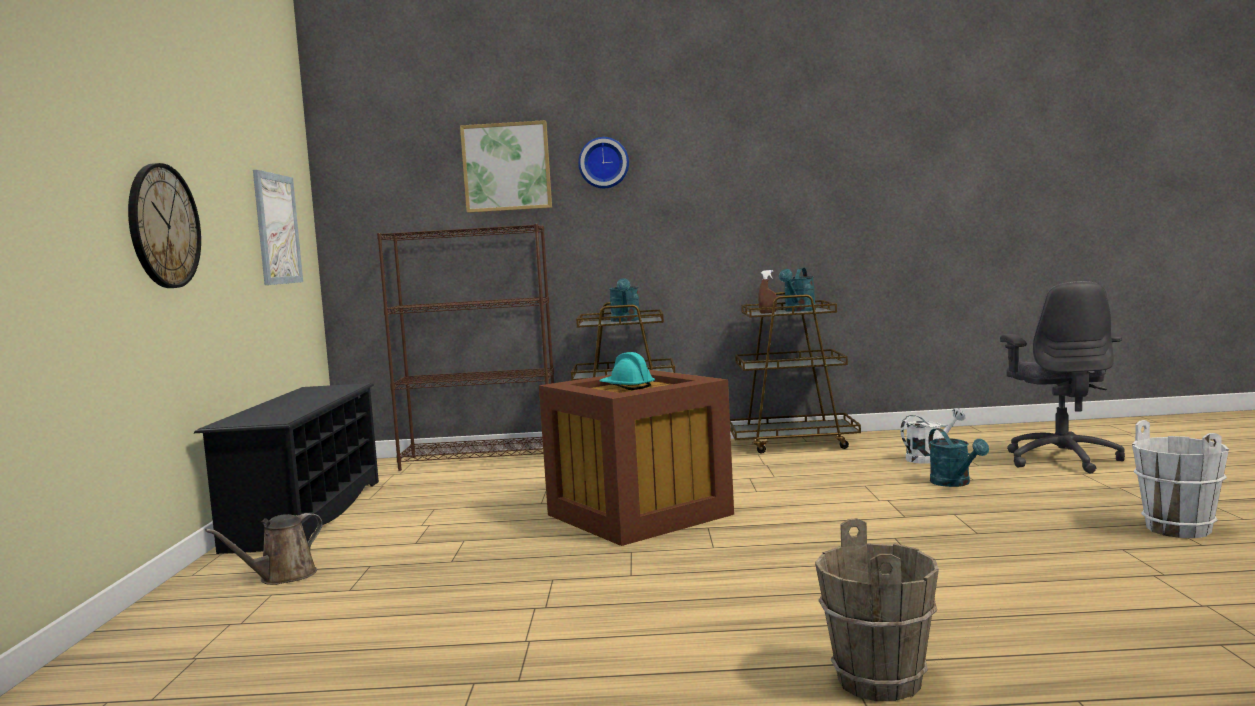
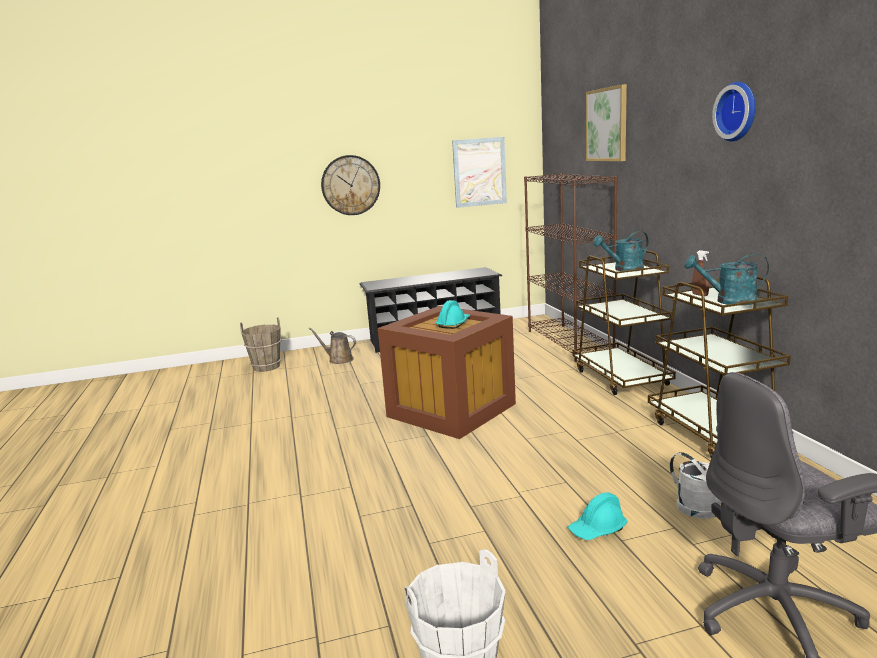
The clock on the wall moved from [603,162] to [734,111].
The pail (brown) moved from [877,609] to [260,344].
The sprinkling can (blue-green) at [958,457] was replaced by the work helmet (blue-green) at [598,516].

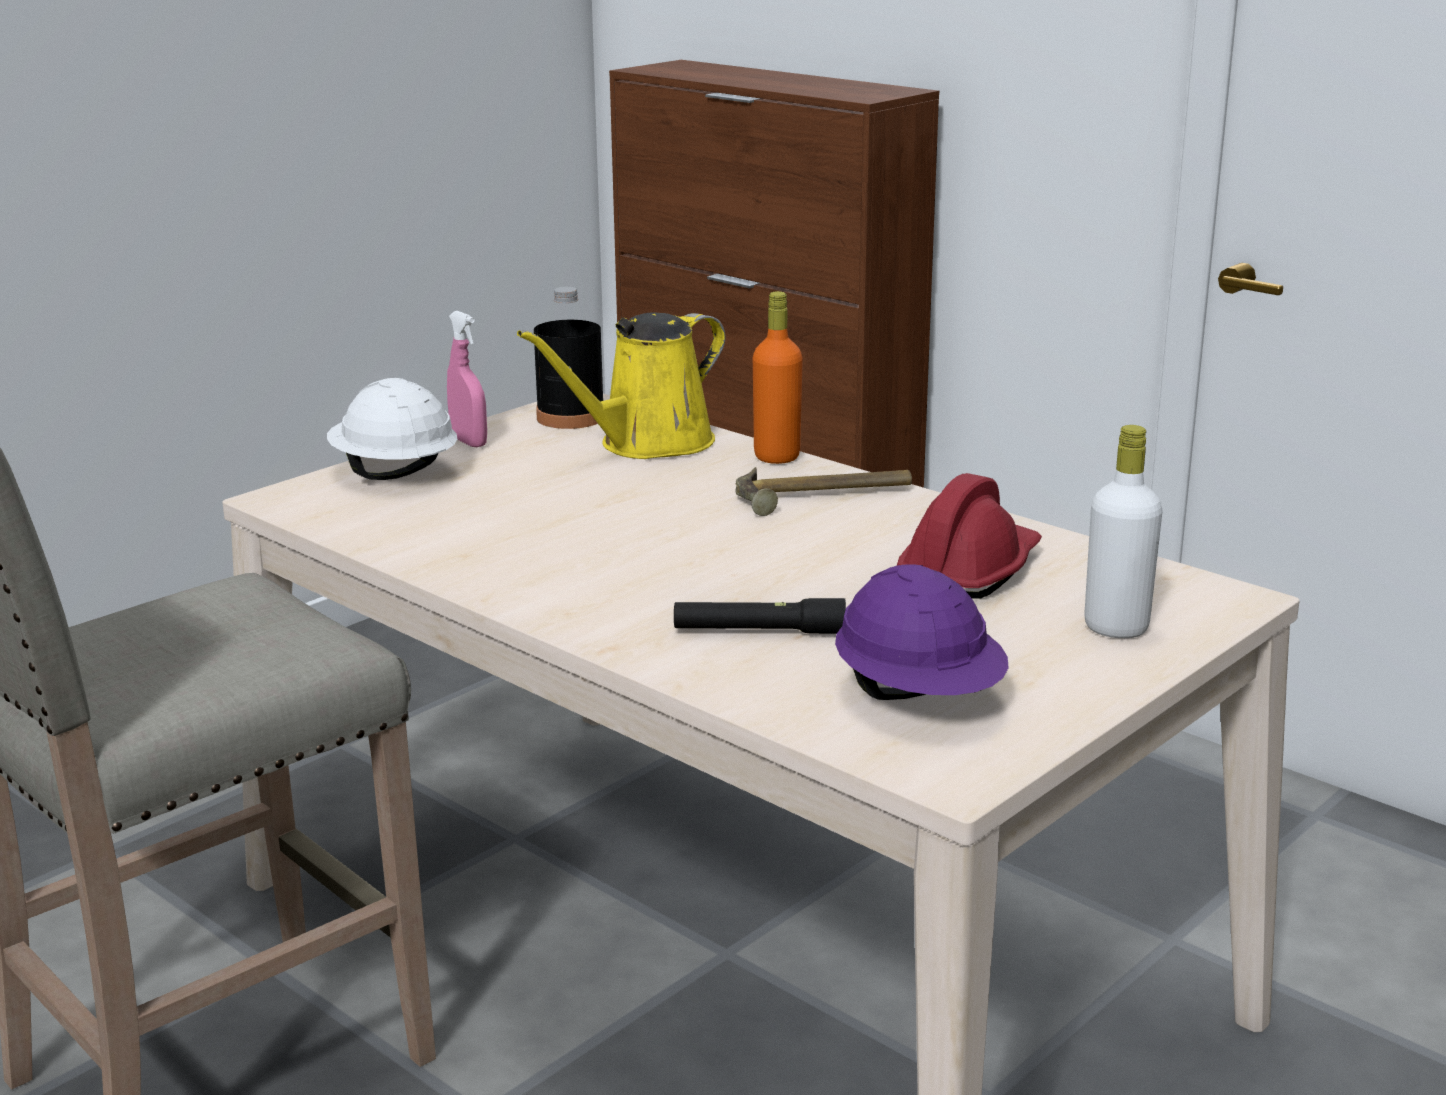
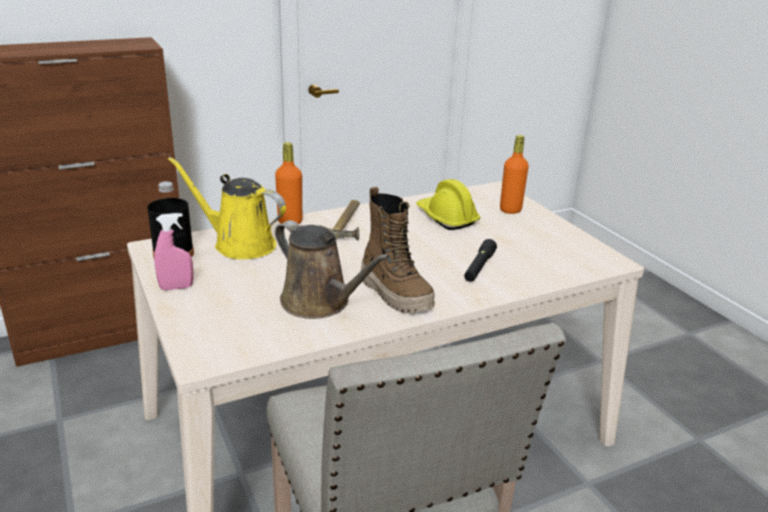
The work helmet (white) at [392,429] disappeared.
The sprinkling can (yellow-coloured) at [621,385] turned 135 degrees clockwise.
The work helmet (purplish) at [922,632] disappeared.
The work helmet (reddish) at [969,536] became the work helmet (yellow-coloured) at [448,204].
The drink bottle (white) at [1123,531] became the drink bottle (orange-coloured) at [514,174].
The sprinkling can (brown) at [332,269] appeared.
The tall boot at [398,250] appeared.

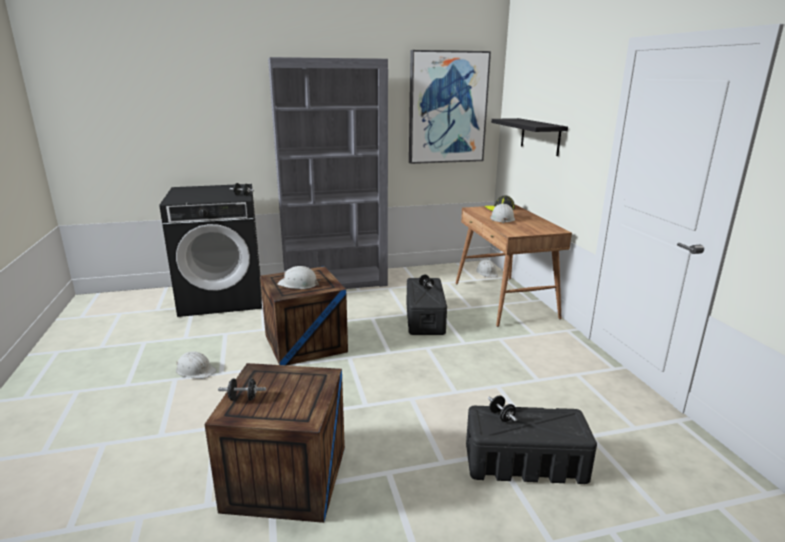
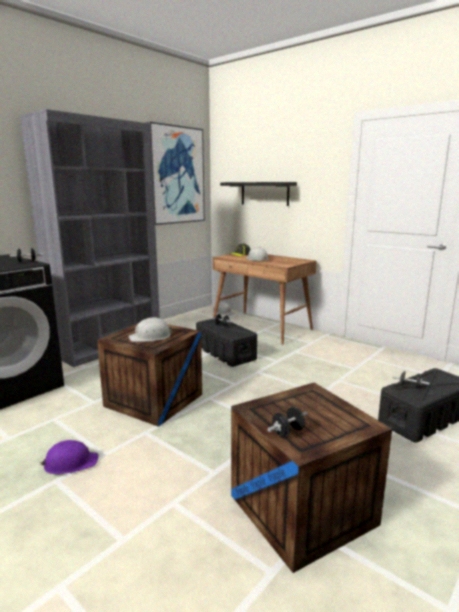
The work helmet (white) at [196,365] became the work helmet (purplish) at [69,457].

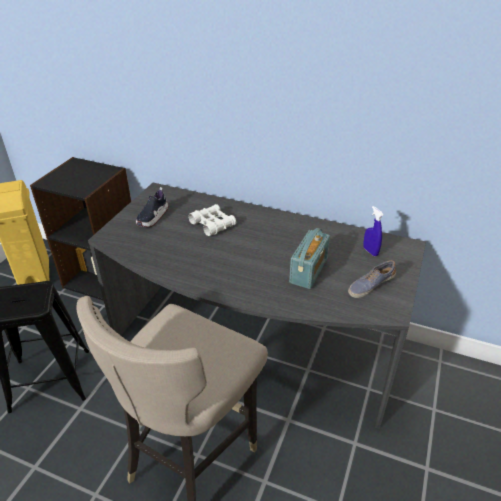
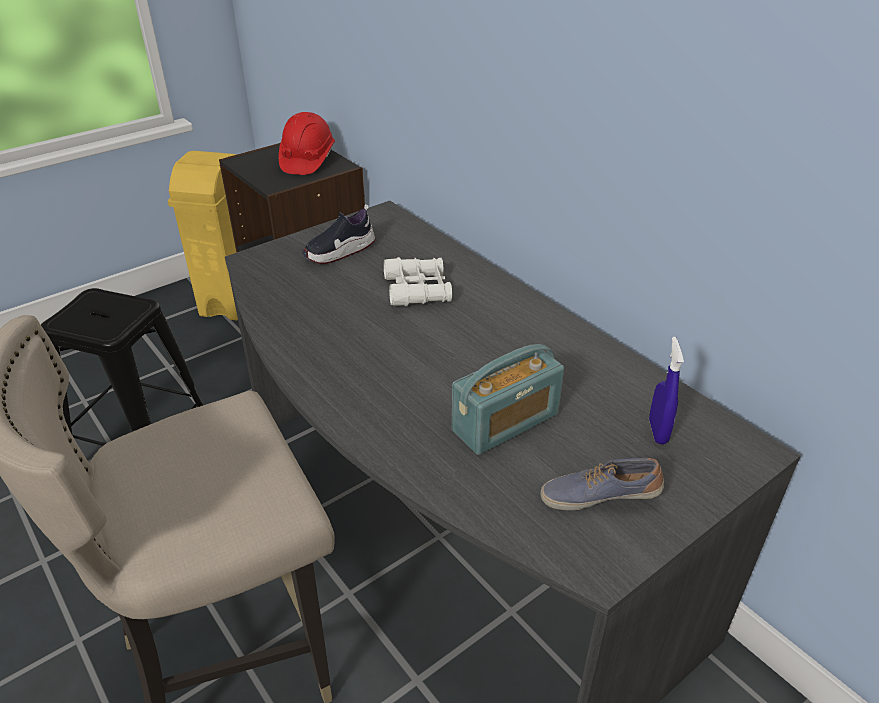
The work helmet (reddish) at [307,143] appeared.

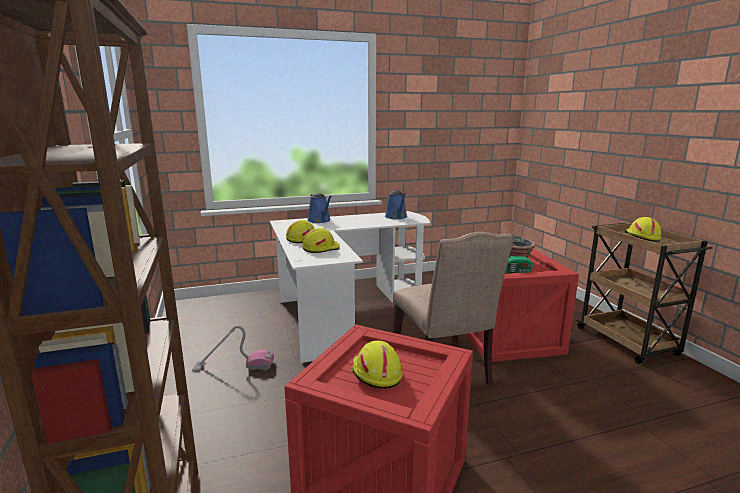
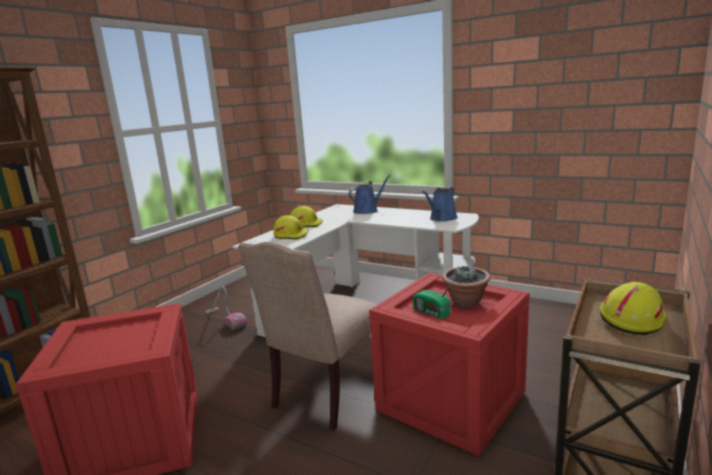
The sprinkling can (bluish) at [319,208] turned 150 degrees counterclockwise.
The work helmet (yellow-coloured) at [376,365] disappeared.

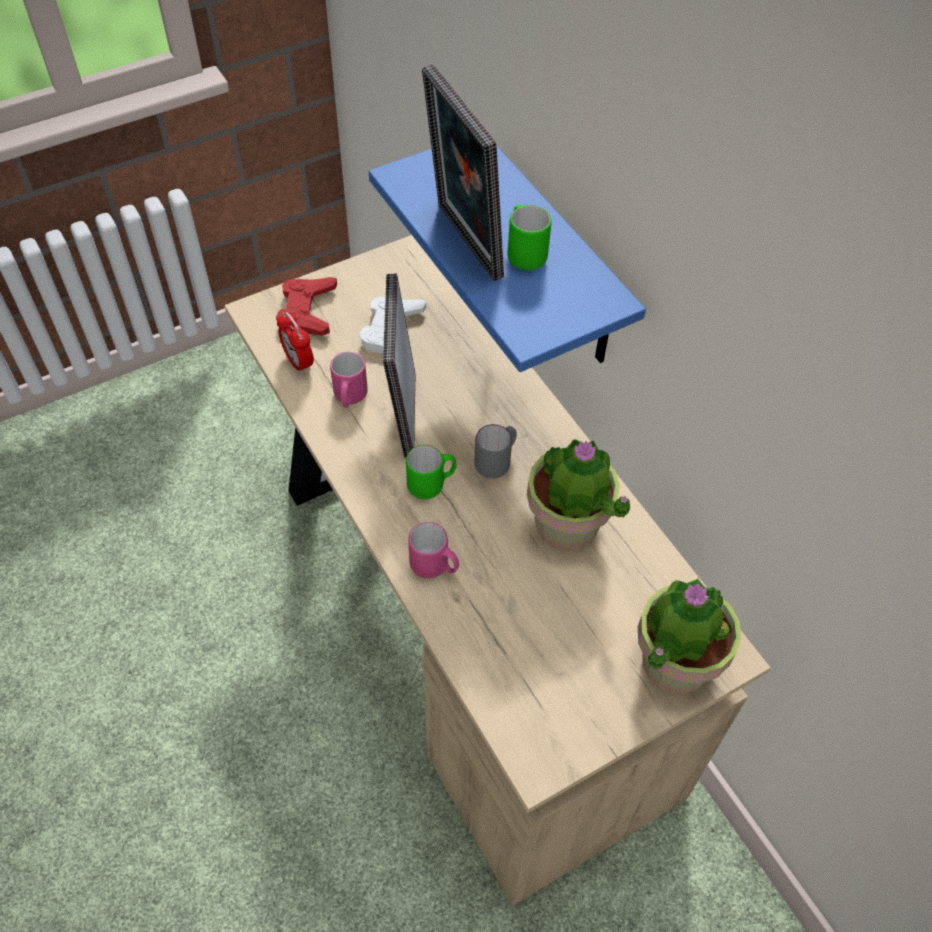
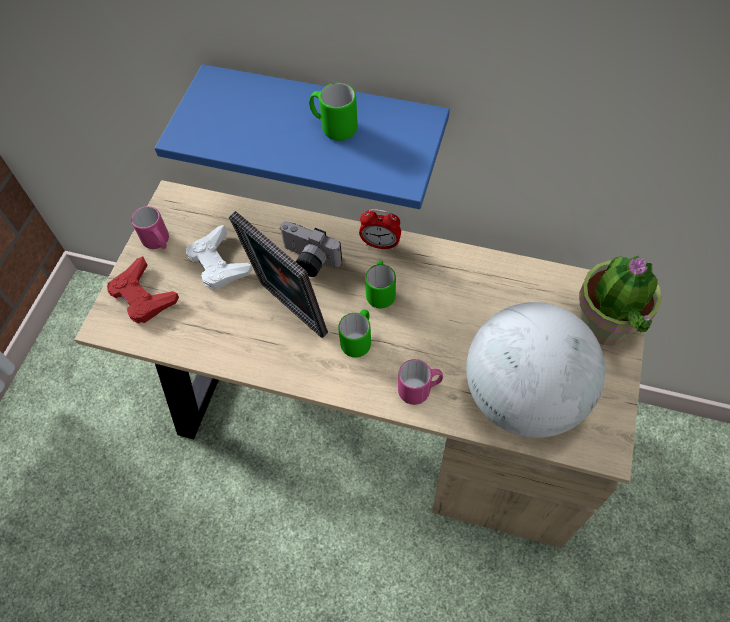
The table clock moved from [295,343] to [380,229].
The mug (pink) moved from [349,380] to [150,227].
The standing frame at [463,172] disappeared.
The mug (gray) at [495,451] became the mug (green) at [380,284].
The plant in a pot at [579,495] disappeared.
The photo camera at [310,249] appeared.
The world globe at [535,370] appeared.

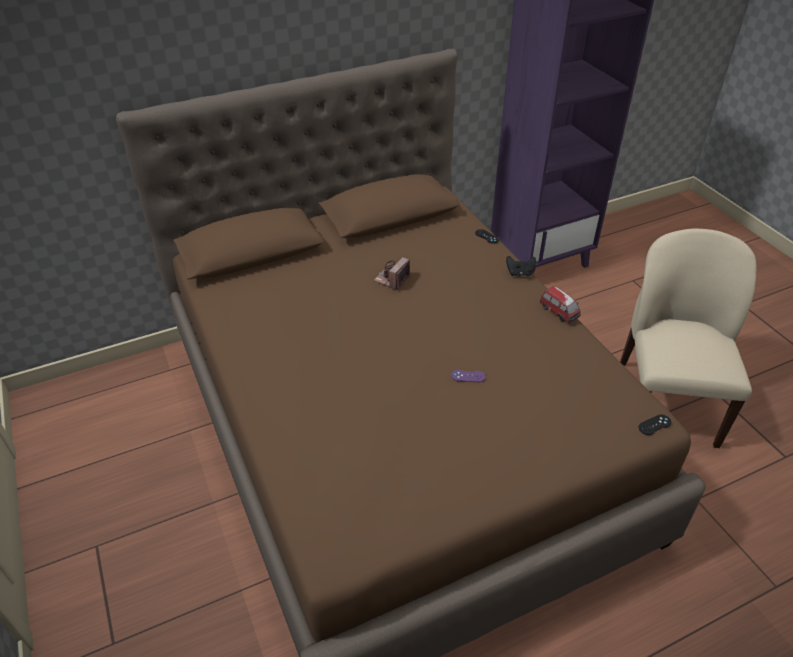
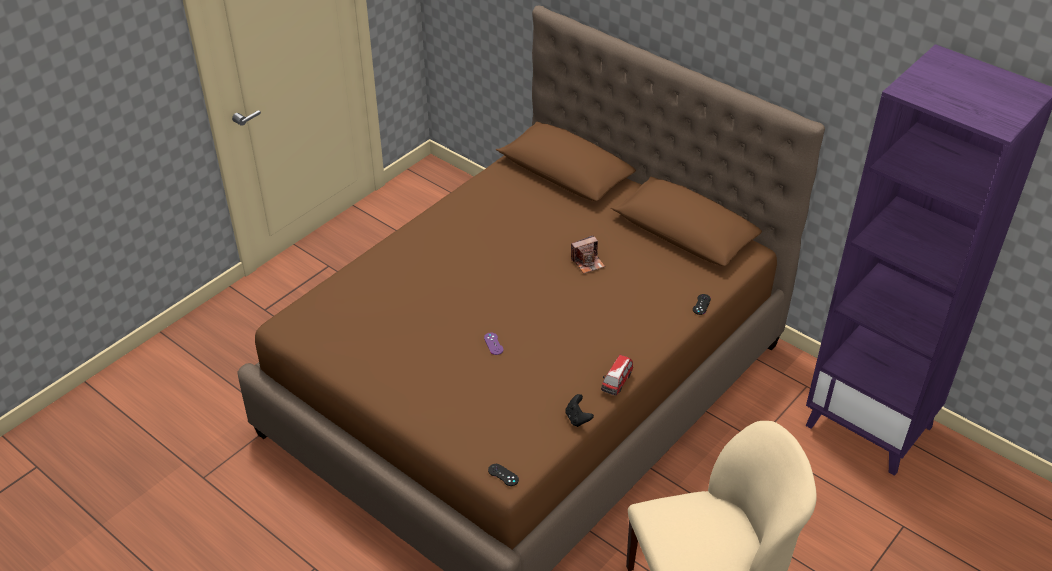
The photo camera at [392,273] turned 150 degrees clockwise.
The game controller (blackish) moved from [521,266] to [579,410].

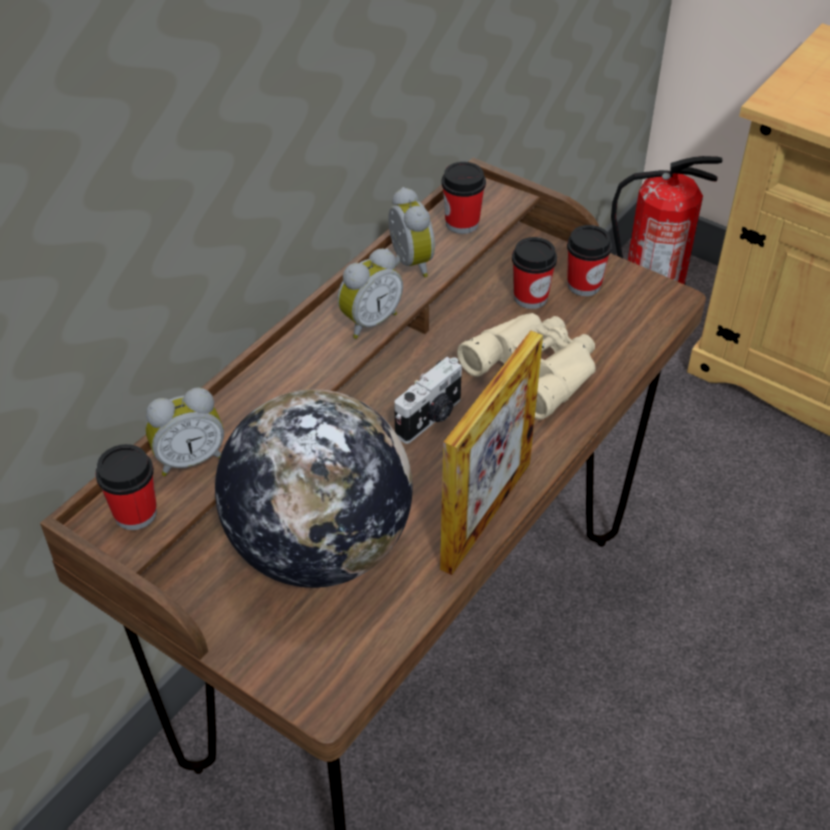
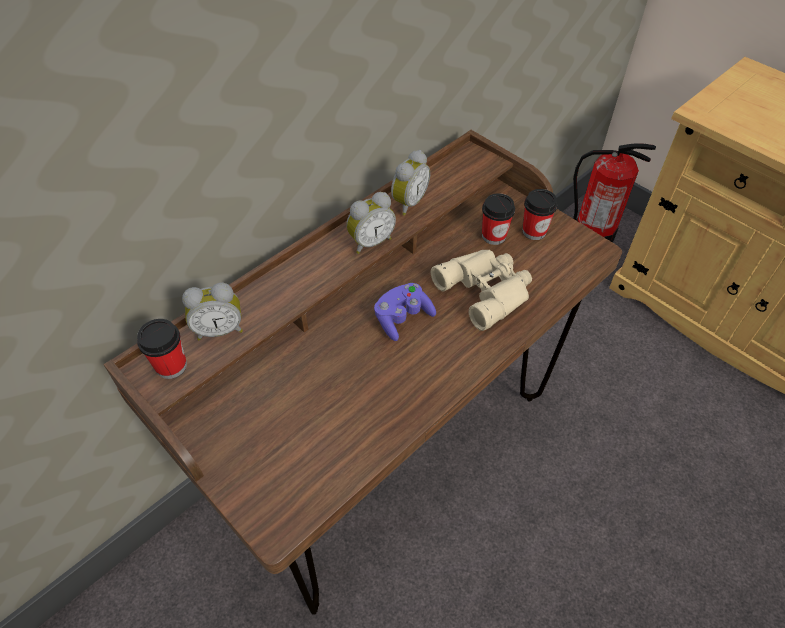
The world globe at [313,488] disappeared.
The table clock at [411,232] turned 45 degrees clockwise.
The photo camera at [428,400] was replaced by the game controller (purplish) at [405,312].
The standing frame at [491,453] disappeared.
The drinking cup at [463,198] disappeared.

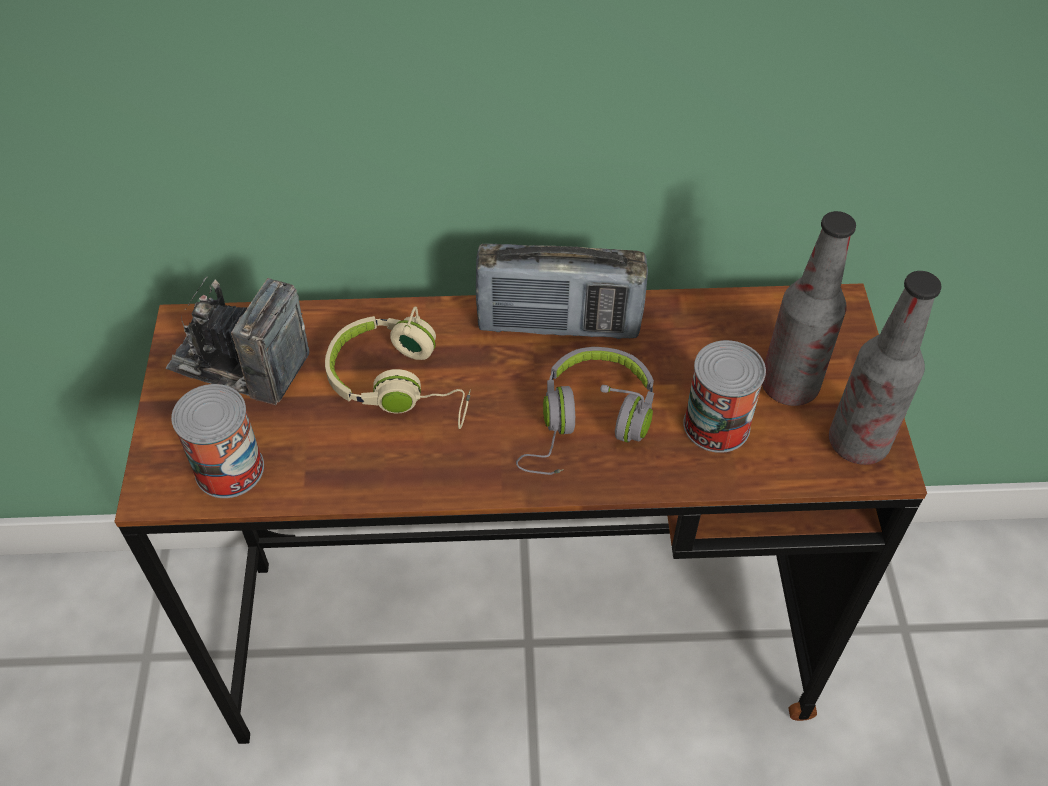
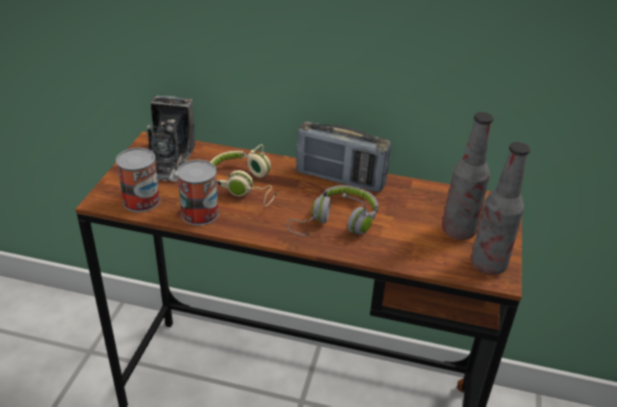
The photo camera at [237,341] turned 120 degrees counterclockwise.
The can moved from [724,396] to [198,192].

